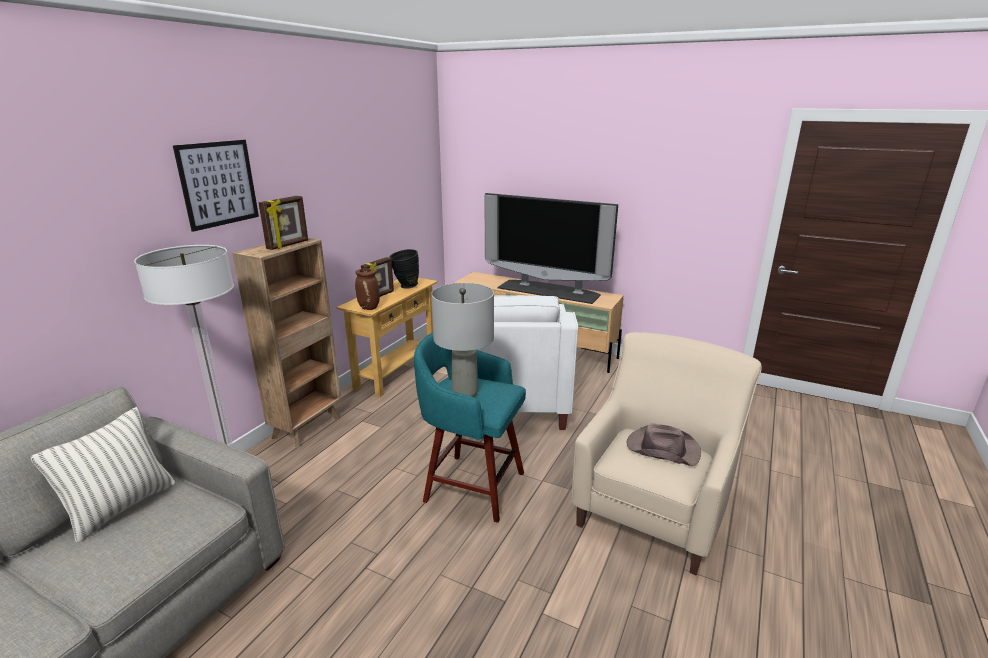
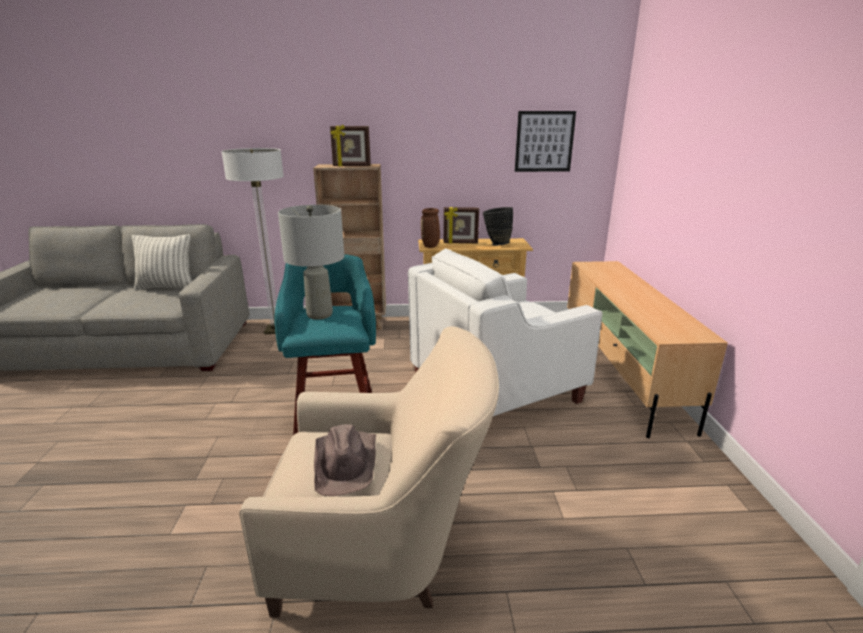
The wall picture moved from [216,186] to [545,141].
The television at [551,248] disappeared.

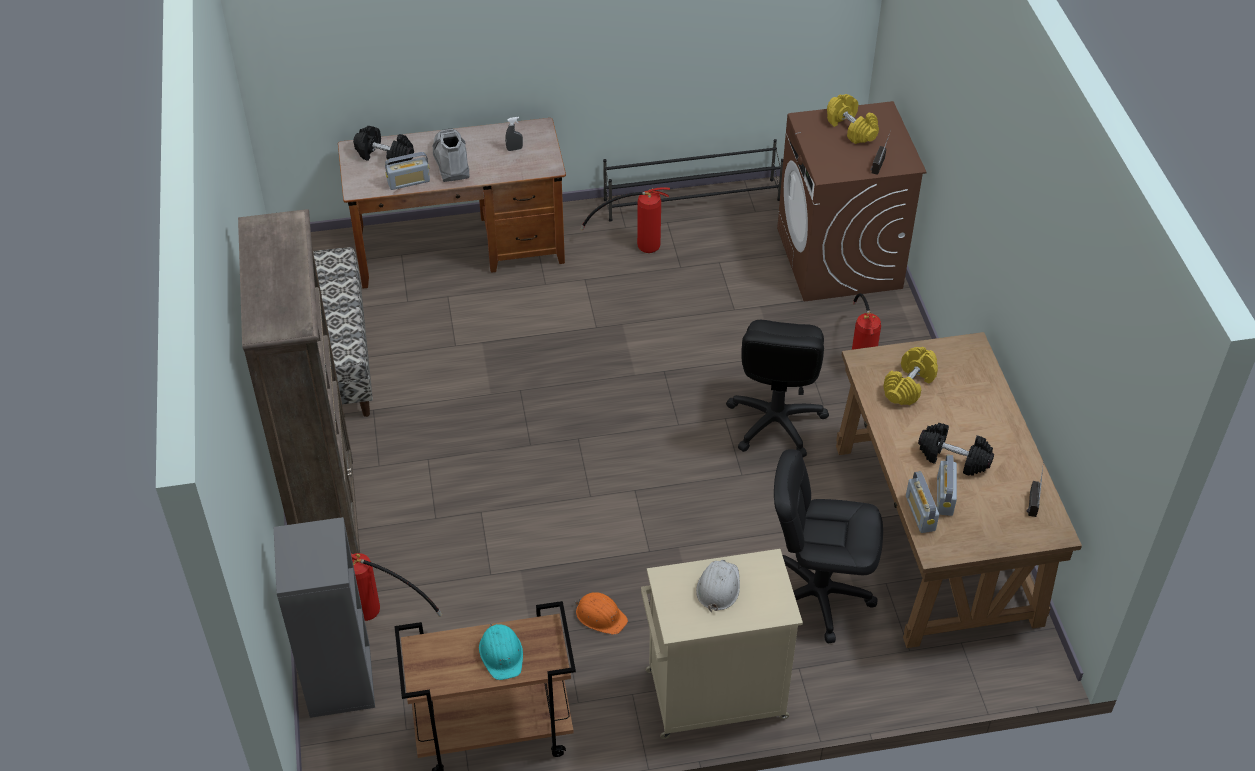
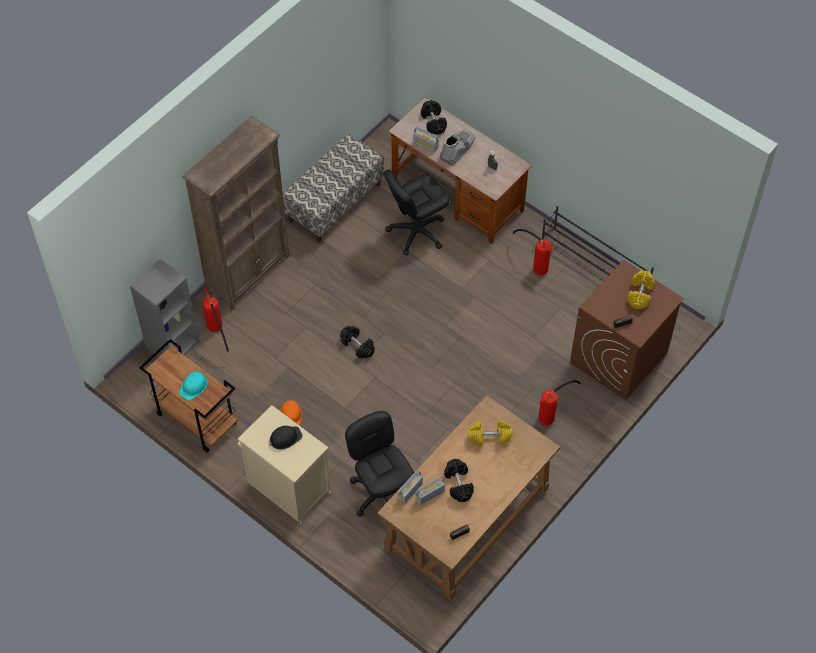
The work helmet (white) at [718,586] became the work helmet (blackish) at [285,438].
The computer chair (blackish) moved from [777,388] to [416,212].
The dumbbell (blackish) at [357,342] appeared.

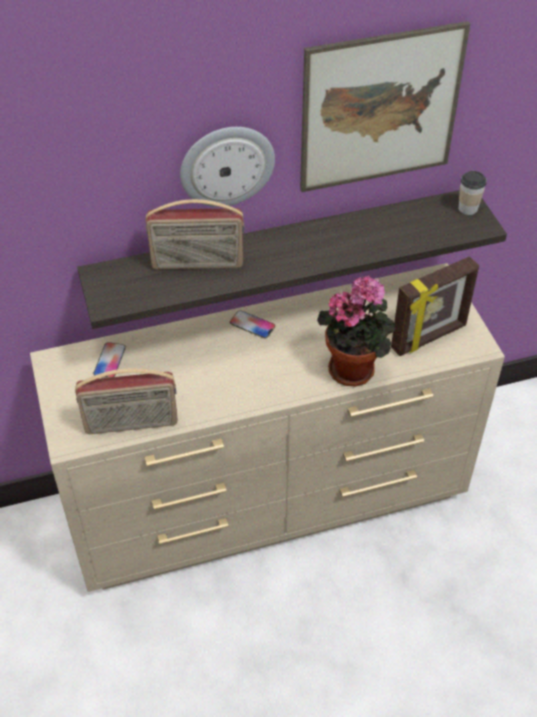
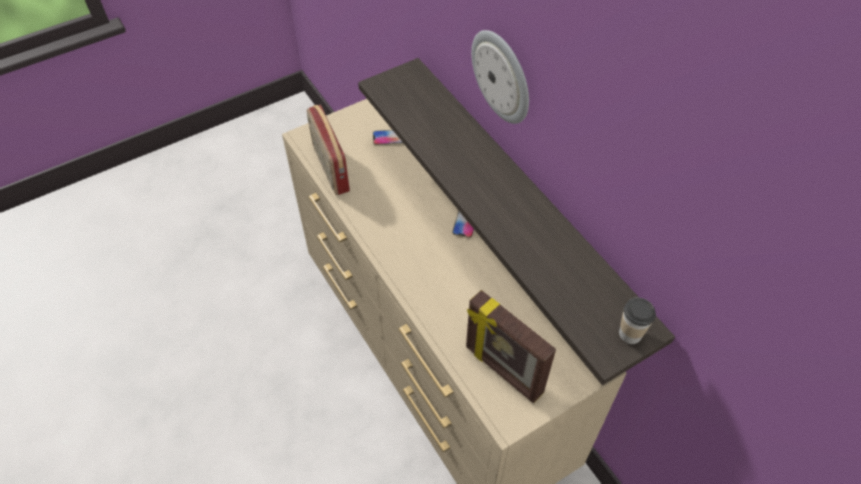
The radio at [195,234] disappeared.
The wall picture at [385,106] disappeared.
The plant in a pot at [356,330] disappeared.

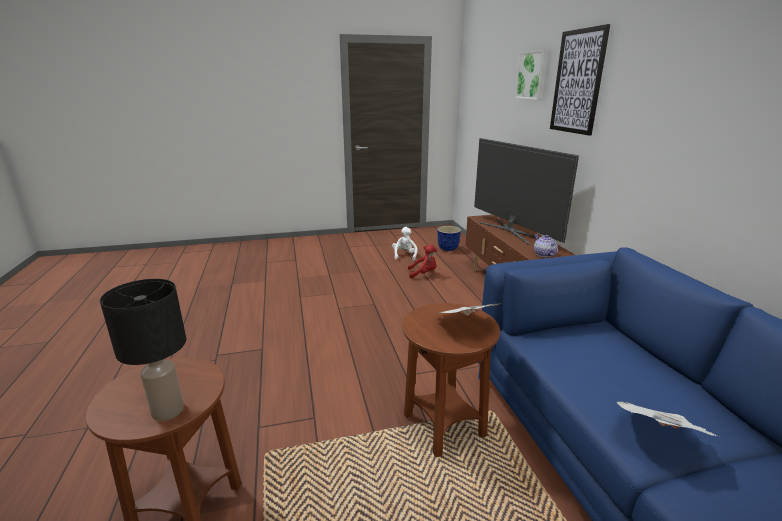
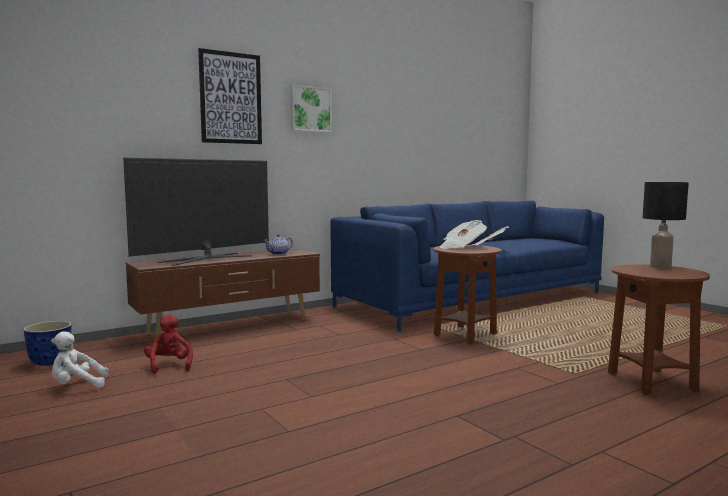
The wall picture moved from [531,75] to [311,109].

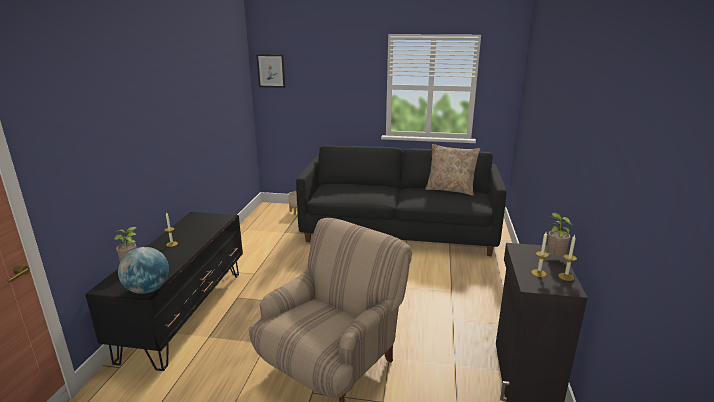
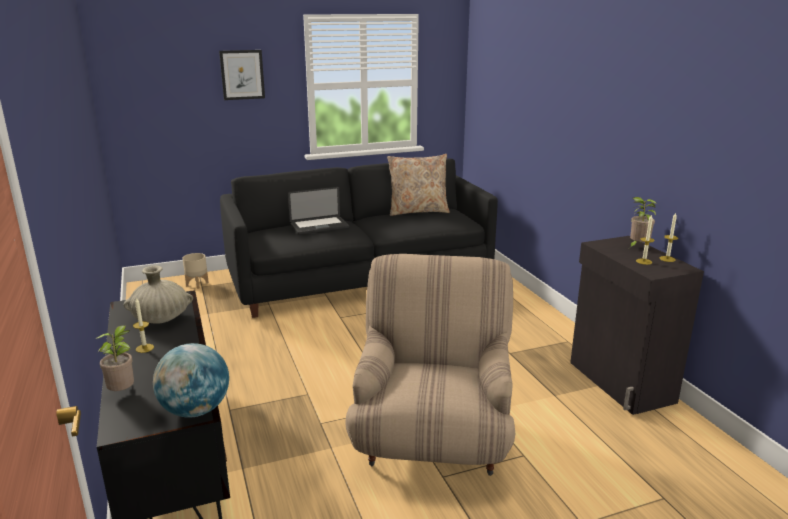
The wall picture moved from [271,71] to [242,75].
The decorative vase (beige-coloured) at [158,294] appeared.
The laptop at [318,211] appeared.

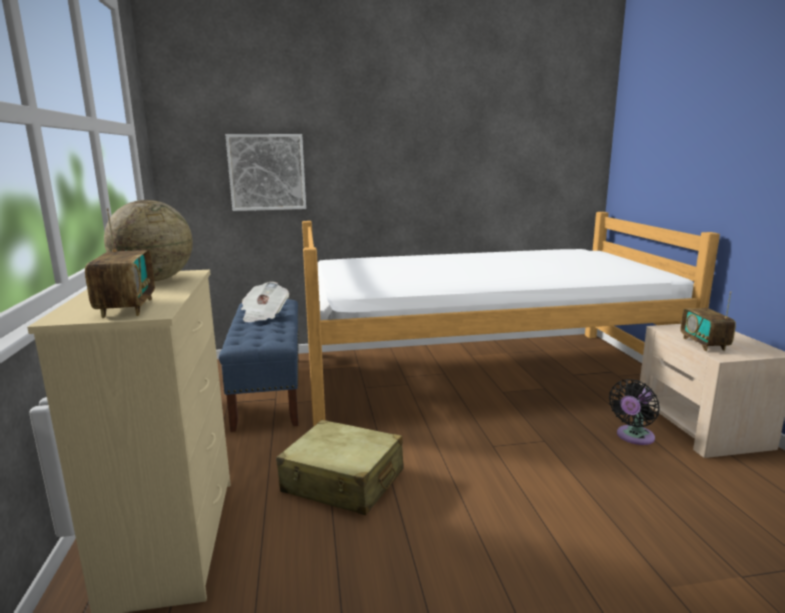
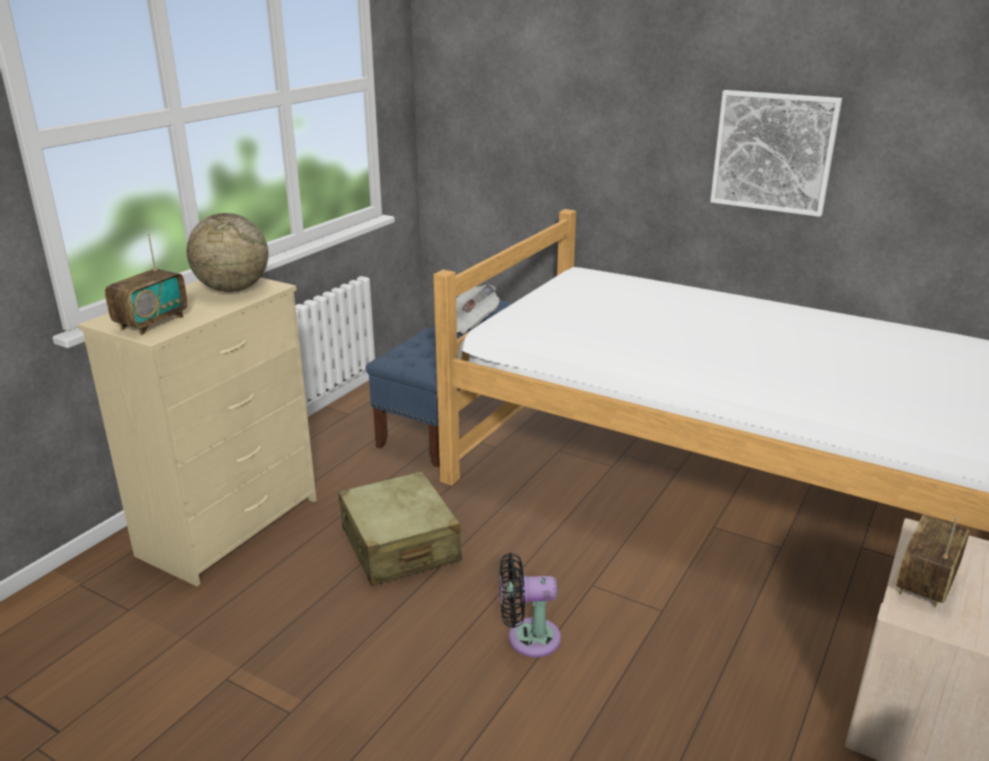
The wall picture moved from [266,172] to [776,153].
The cooling fan (blackish) moved from [634,412] to [530,605].

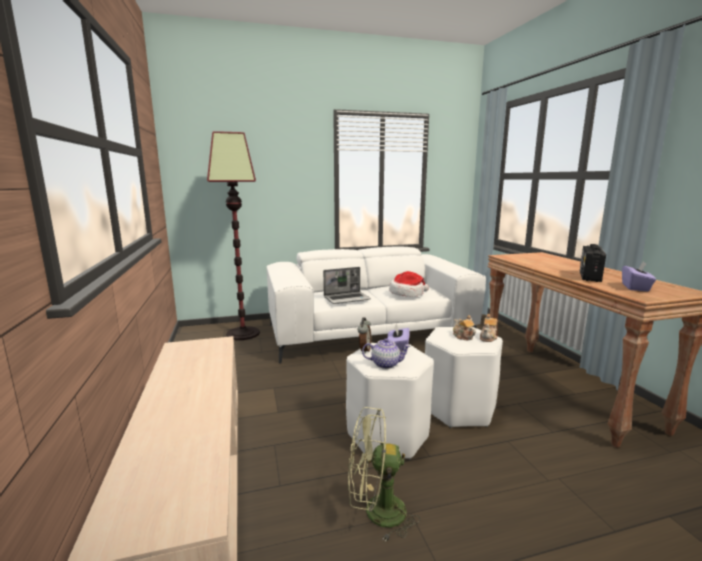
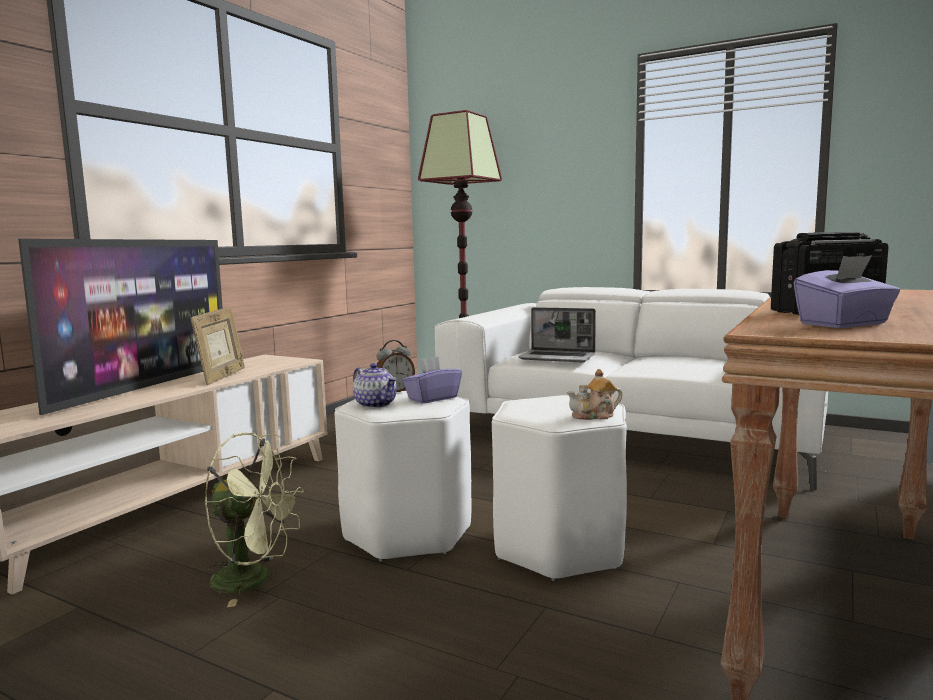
The cooling fan (green) at [384,474] turned 150 degrees clockwise.
The clothing hat at [409,284] disappeared.
The tea pot at [464,327] disappeared.
The television at [120,327] appeared.
The standing frame at [218,346] appeared.

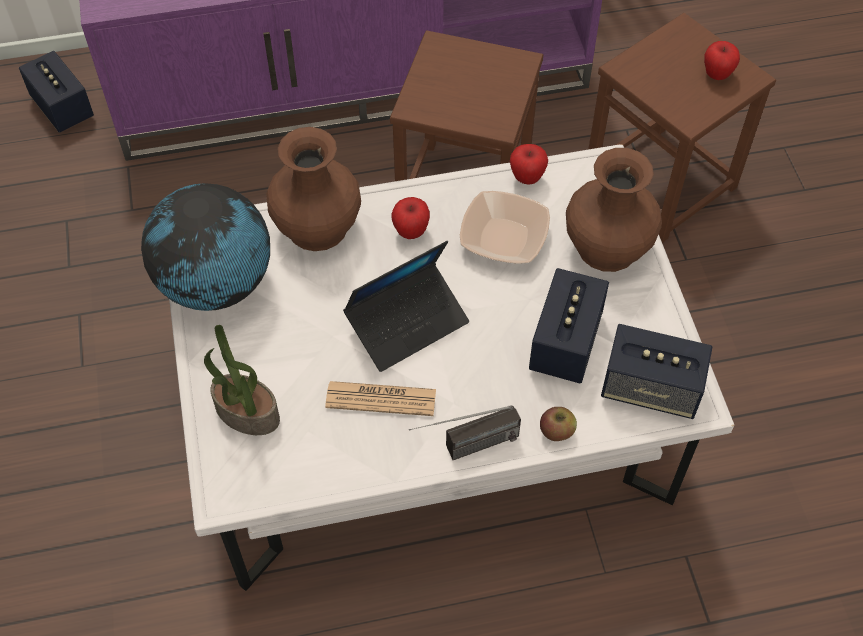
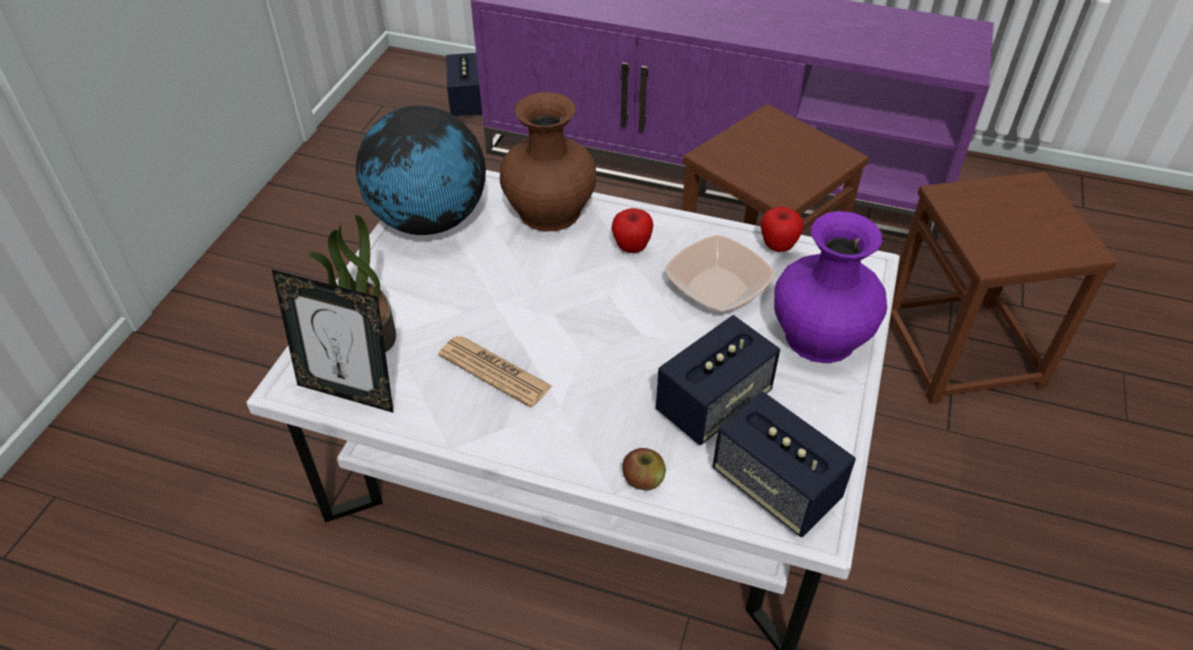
The laptop at [406,306] disappeared.
The radio at [465,432] disappeared.
The decorative vase (brown) at [614,210] became the decorative vase (purplish) at [830,287].
The whole apple at [722,60] disappeared.
The standing frame at [333,341] appeared.

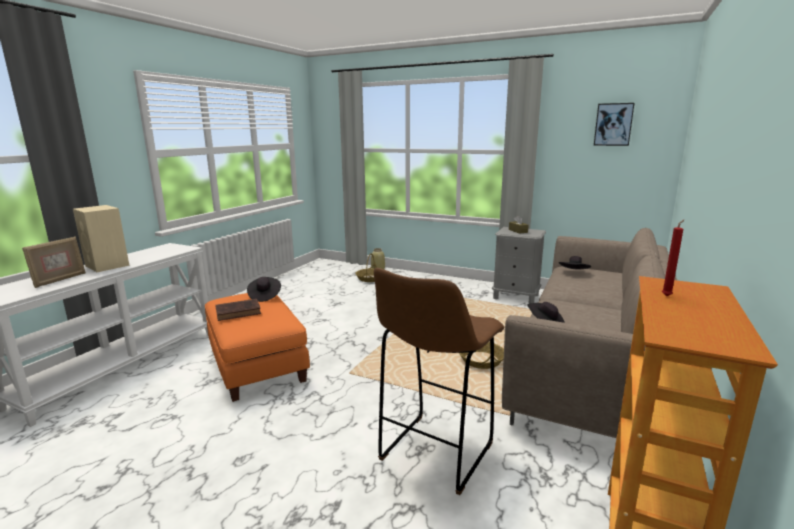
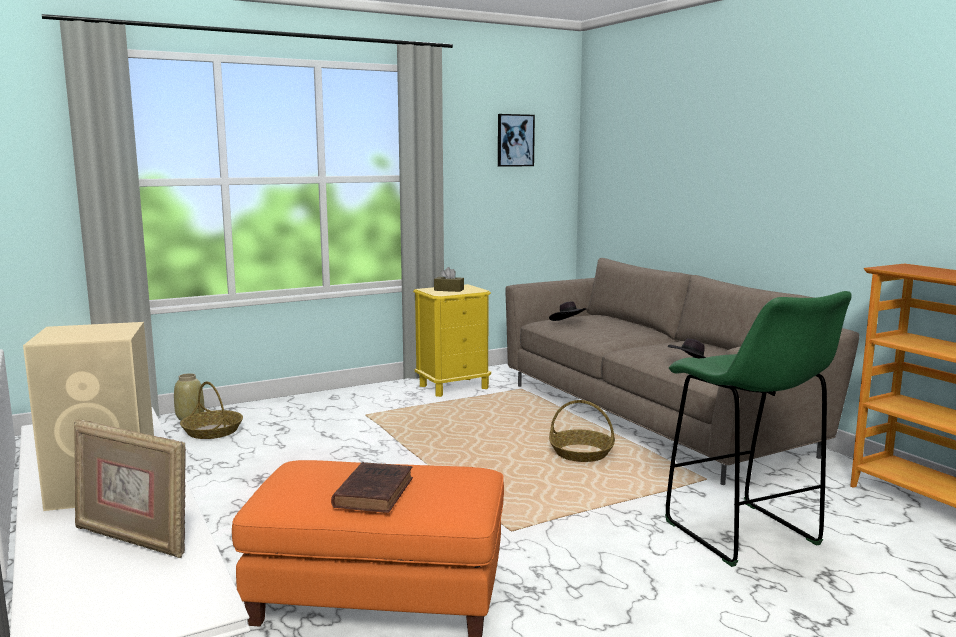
The standing frame at [54,262] turned 150 degrees clockwise.
The clothing hat (blackish) at [264,289] disappeared.
The sitting stool (brown) at [439,381] became the sitting stool (green) at [758,429].
The nightstand (gray) at [519,265] became the nightstand (yellow-coloured) at [452,340].
The wax candle (reddish) at [673,258] disappeared.

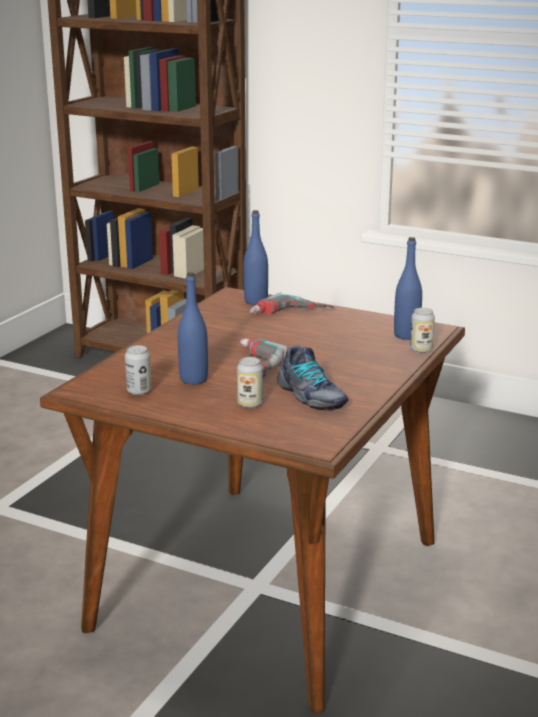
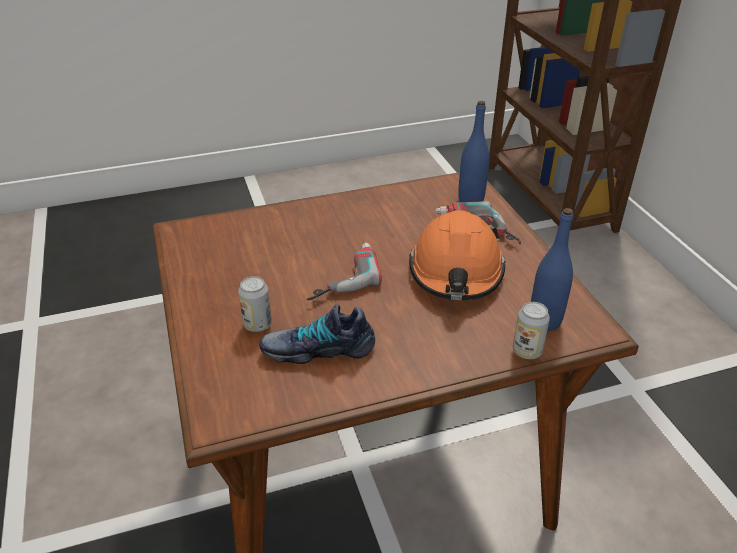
The can at [138,370] disappeared.
The drink bottle (bluish) at [193,328] disappeared.
The item of footwear at [313,378] turned 75 degrees clockwise.
The work helmet (orange-coloured) at [457,255] appeared.

